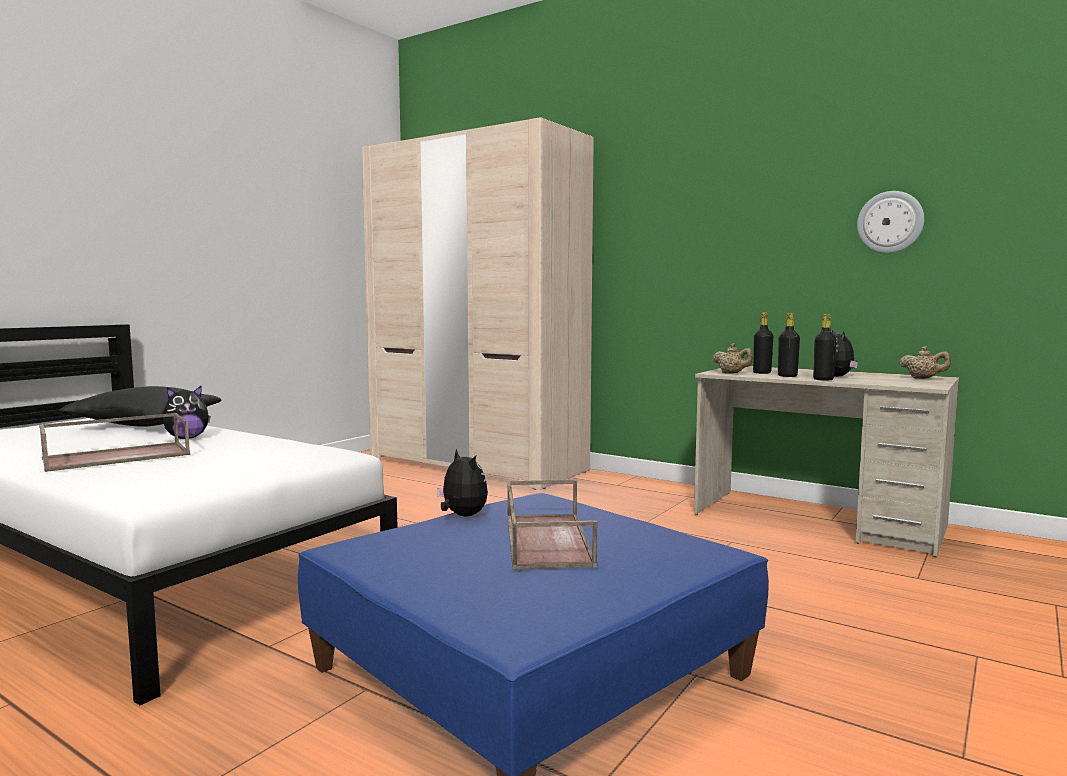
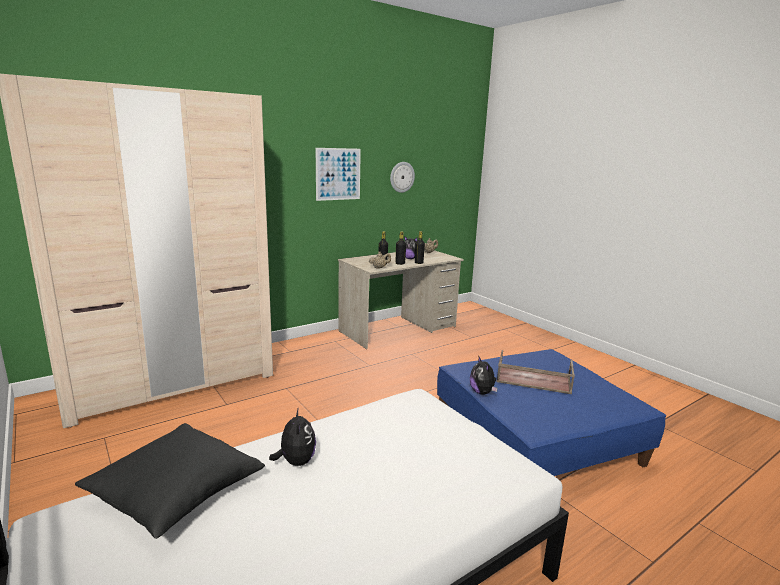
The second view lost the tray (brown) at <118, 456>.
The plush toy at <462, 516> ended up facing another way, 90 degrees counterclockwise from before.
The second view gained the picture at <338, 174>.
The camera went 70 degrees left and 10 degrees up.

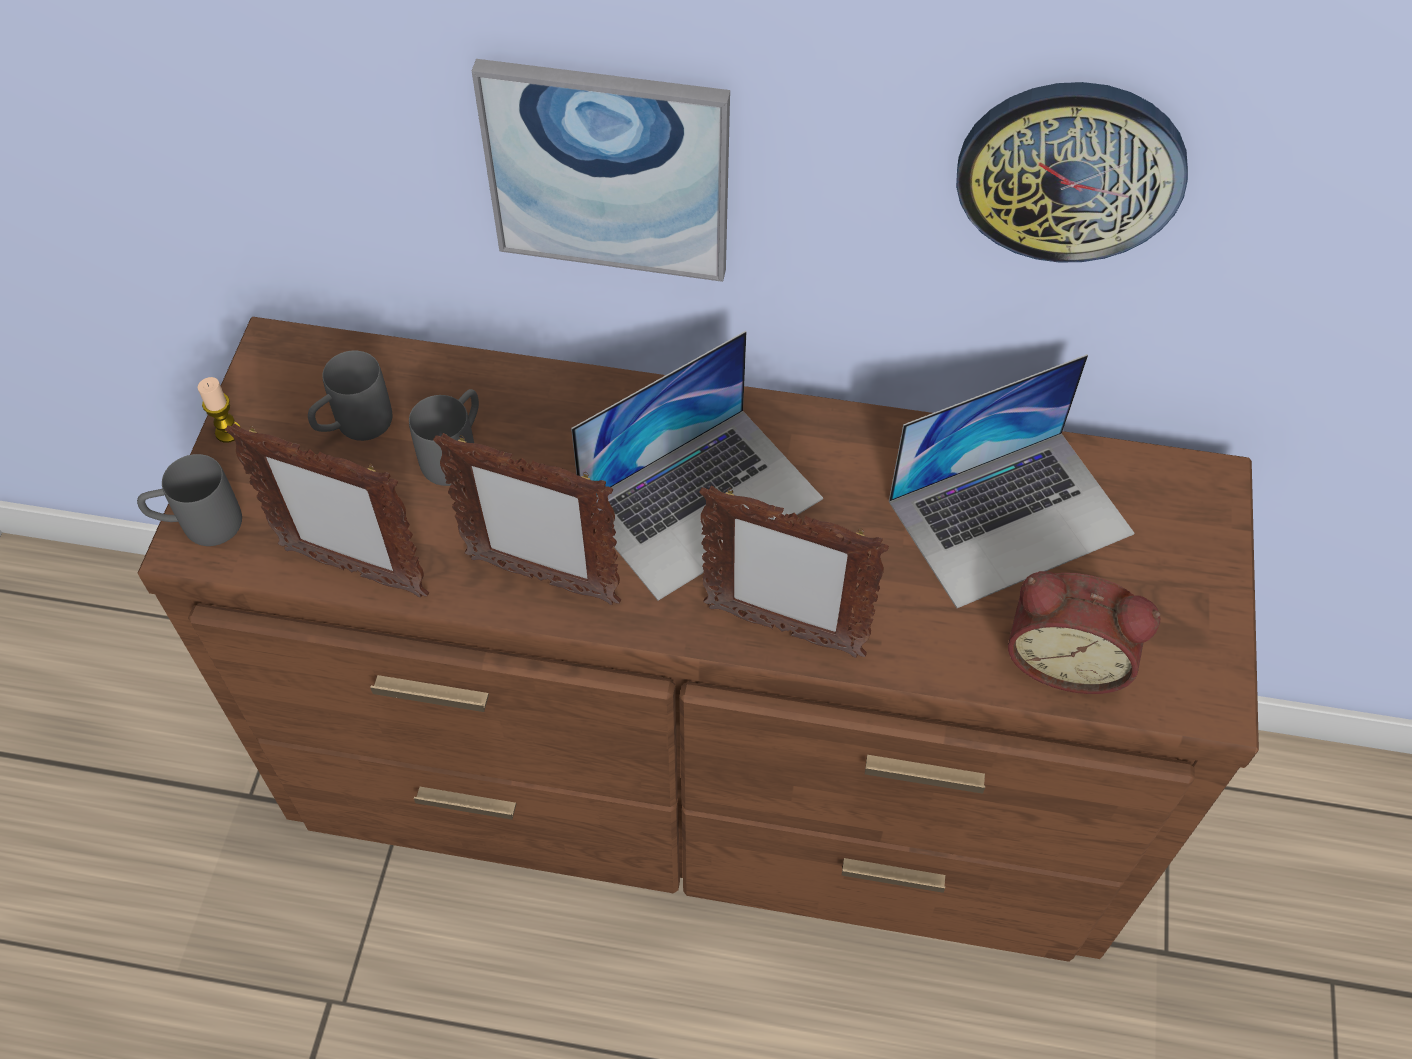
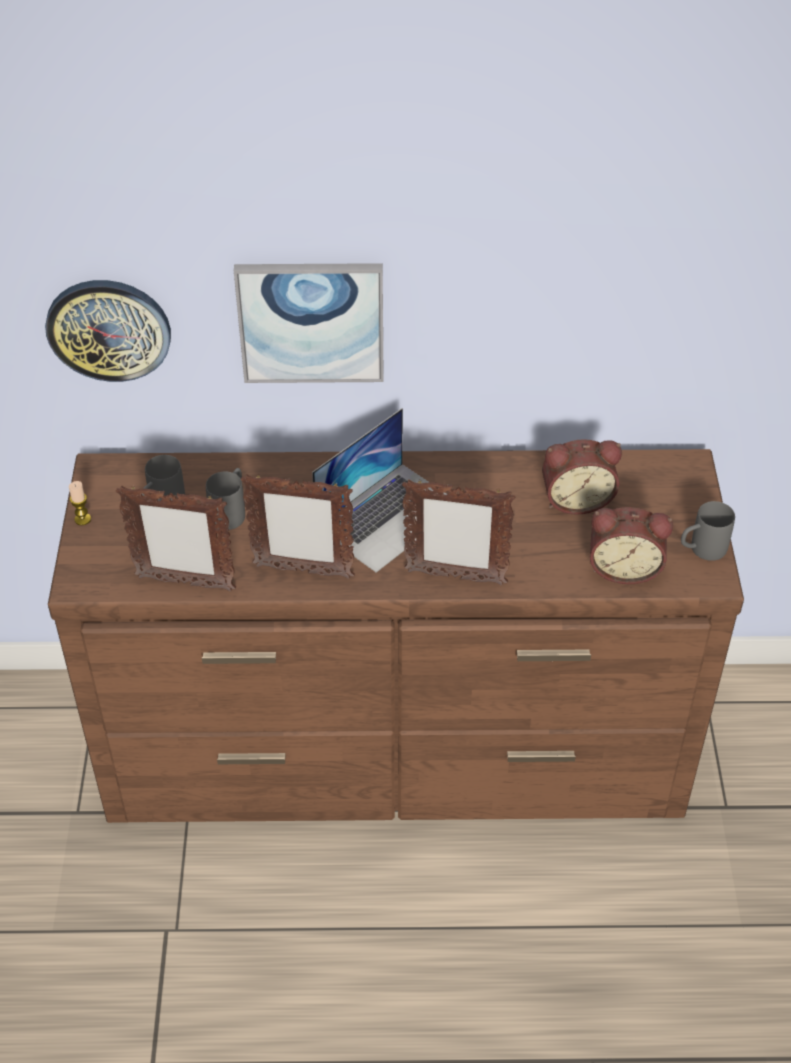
The wall clock ended up elsewhere, having gone from <1070, 171> to <109, 329>.
Where the laptop stood at <1010, 516>, the alarm clock came to stand at <576, 499>.
The mug (grey) ended up elsewhere, having gone from <198, 525> to <701, 550>.
The camera went 10 degrees left and 10 degrees down.

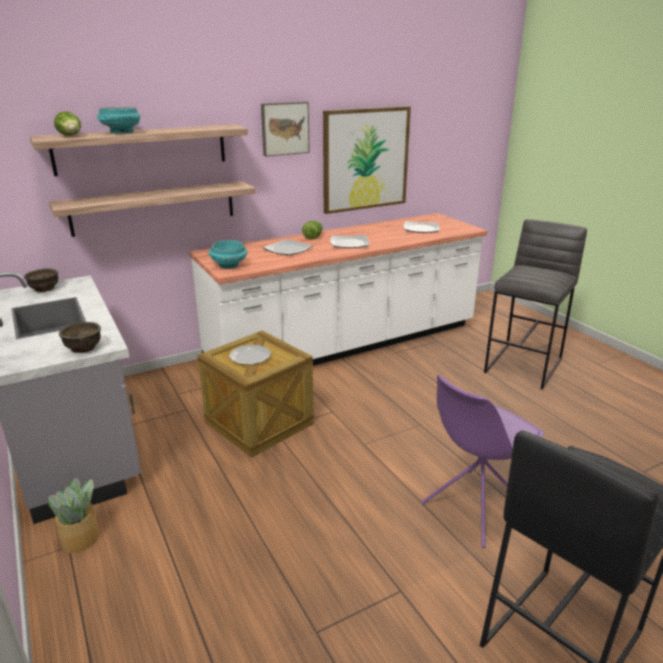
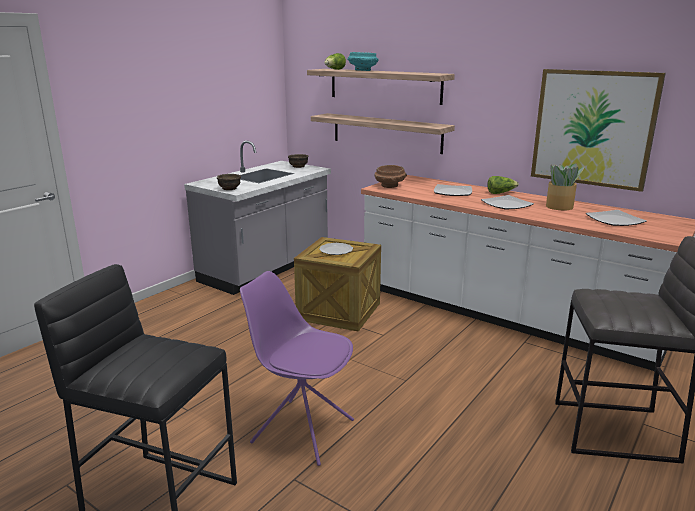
The second view lost the picture at <284, 128>.
What was the bowl (turquoise) at <229, 265> turned into the bowl (brown) at <390, 186>.
The potted plant ended up elsewhere, having gone from <81, 538> to <560, 207>.
The camera went 65 degrees right and 5 degrees down.

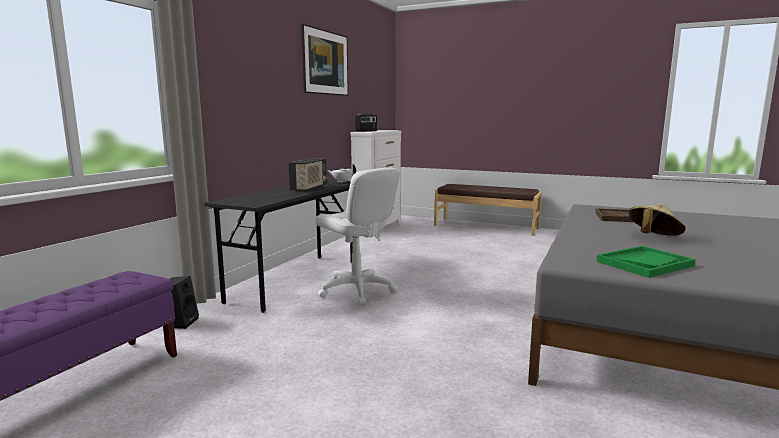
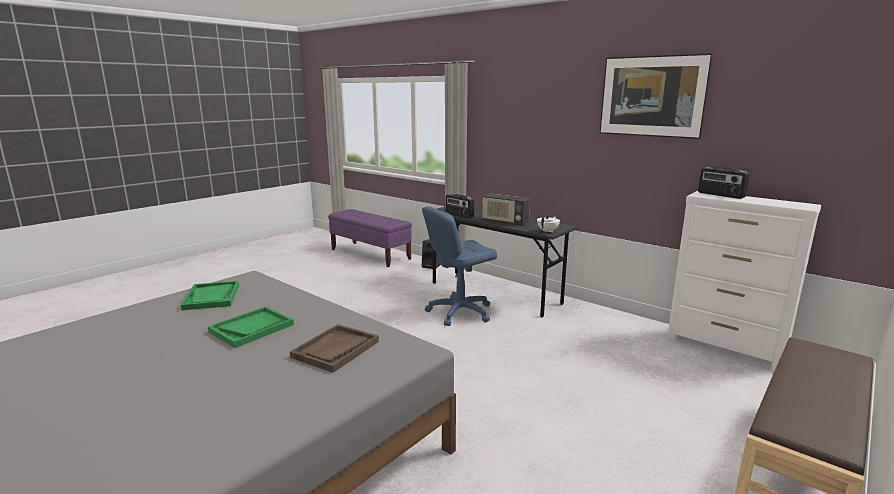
What was the office chair (white) at <356, 290> turned into the office chair (blue) at <459, 312>.
Where the hat (beige) stood at <653, 237>, the tray (green) came to stand at <251, 328>.
The second view gained the radio at <459, 215>.
The camera went 105 degrees right and 5 degrees up.

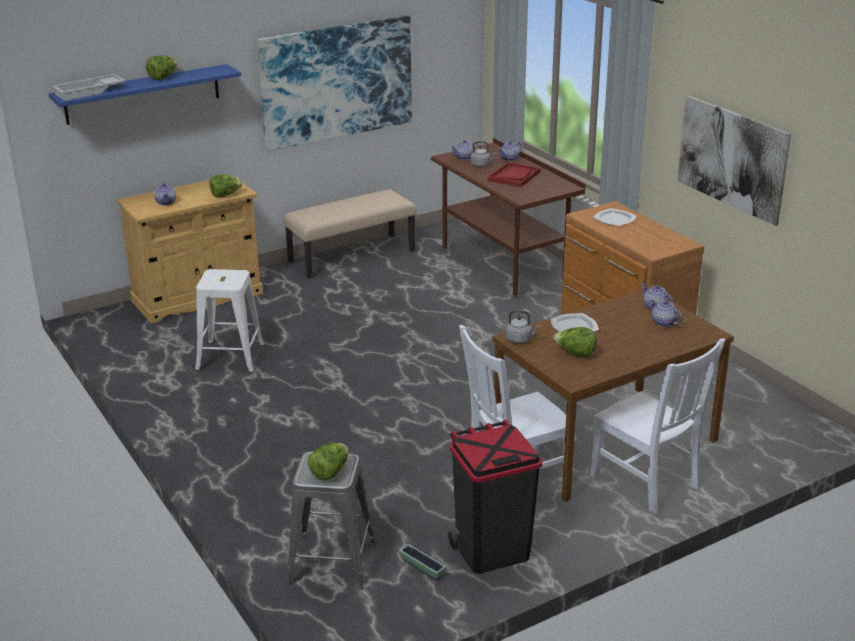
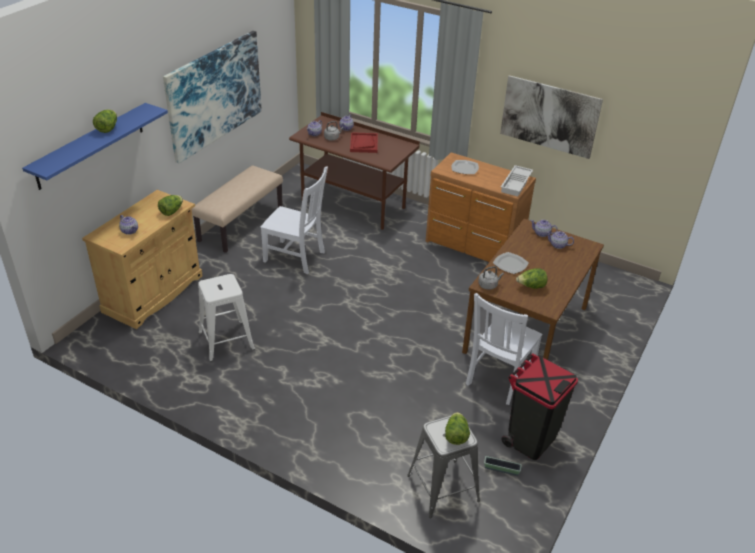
The tray (white) ended up elsewhere, having gone from <89, 92> to <516, 184>.
The chair (white) ended up elsewhere, having gone from <647, 483> to <296, 257>.
The camera went 30 degrees left and 10 degrees up.

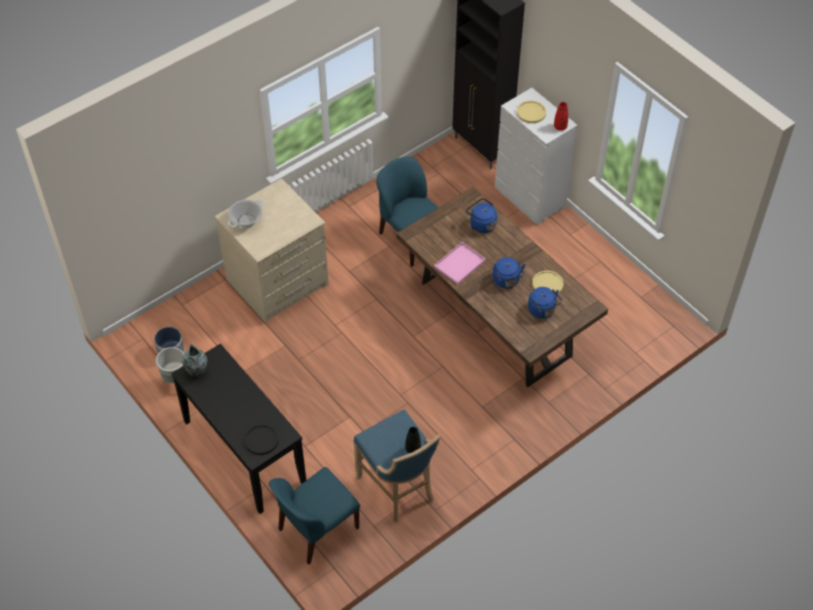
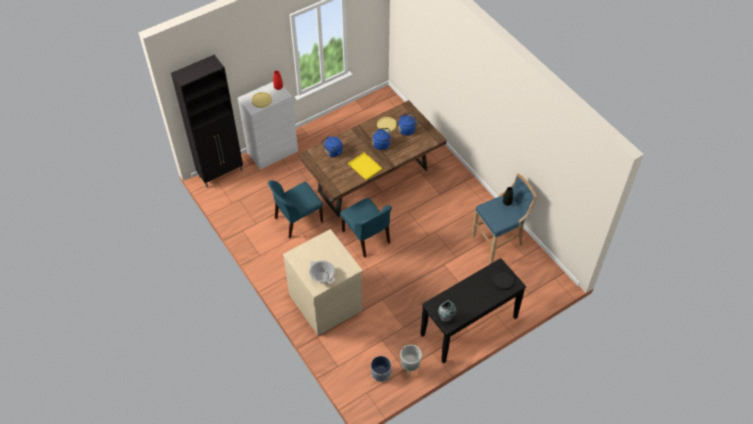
What was the tray (pink) at <460, 263> turned into the tray (yellow) at <364, 166>.
The chair (blue) ended up elsewhere, having gone from <317, 529> to <366, 237>.
The camera went 85 degrees left and 0 degrees up.

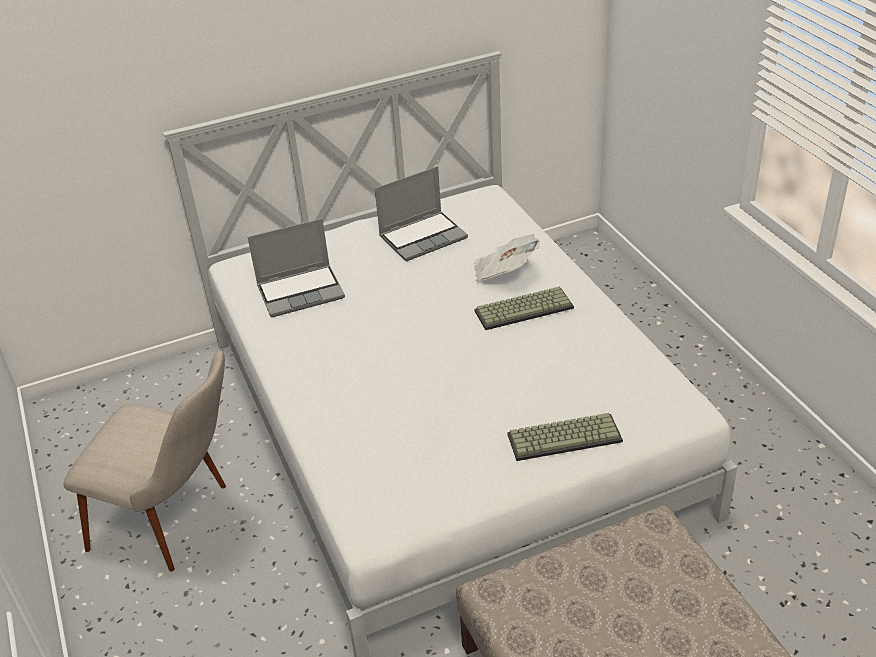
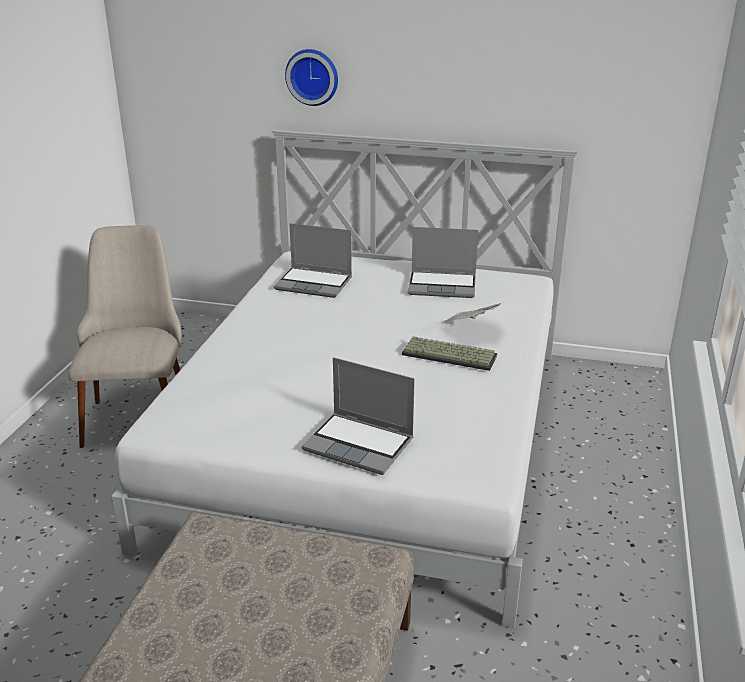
The chair (beige) at <179, 522> ended up facing another way, 150 degrees counterclockwise from before.
Where the keyboard stood at <565, 436>, the laptop came to stand at <360, 444>.
The second view gained the wall clock at <313, 76>.
The camera went 35 degrees right and 10 degrees down.

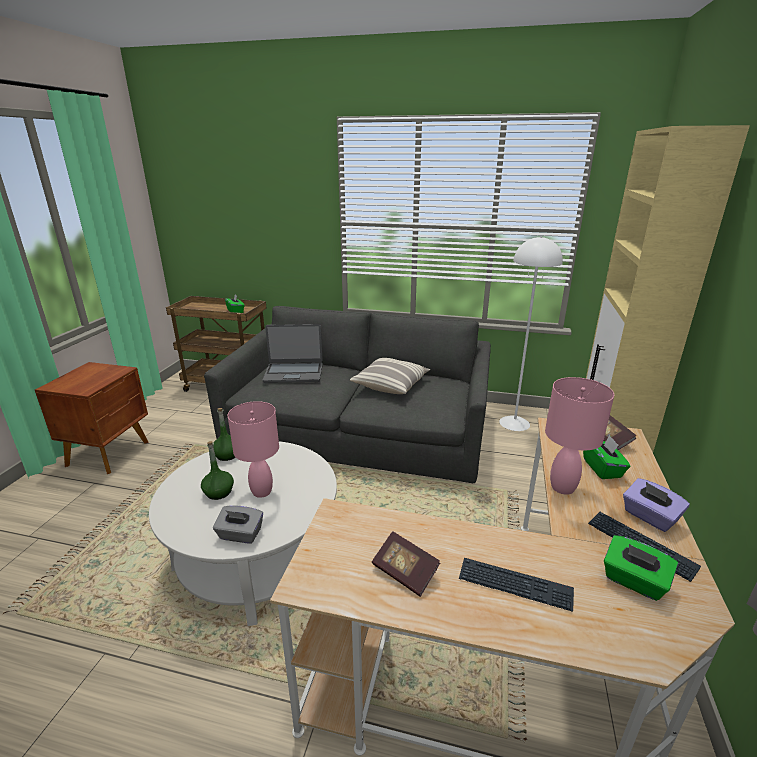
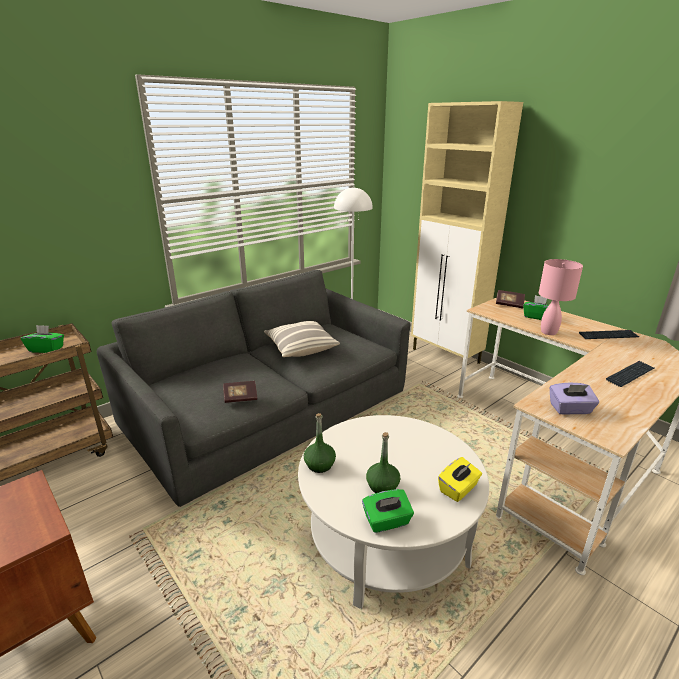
The second view lost the laptop at <294, 373>.
The second view lost the table lamp (pink) at <262, 492>.
The tissue box (purple) ended up elsewhere, having gone from <649, 517> to <570, 409>.
What was the tissue box (grey) at <240, 535> turned into the tissue box (yellow) at <458, 489>.
The book ended up elsewhere, having gone from <405, 572> to <240, 398>.
The tissue box (green) ended up elsewhere, having gone from <633, 581> to <387, 521>.
The camera went 55 degrees left and 0 degrees up.

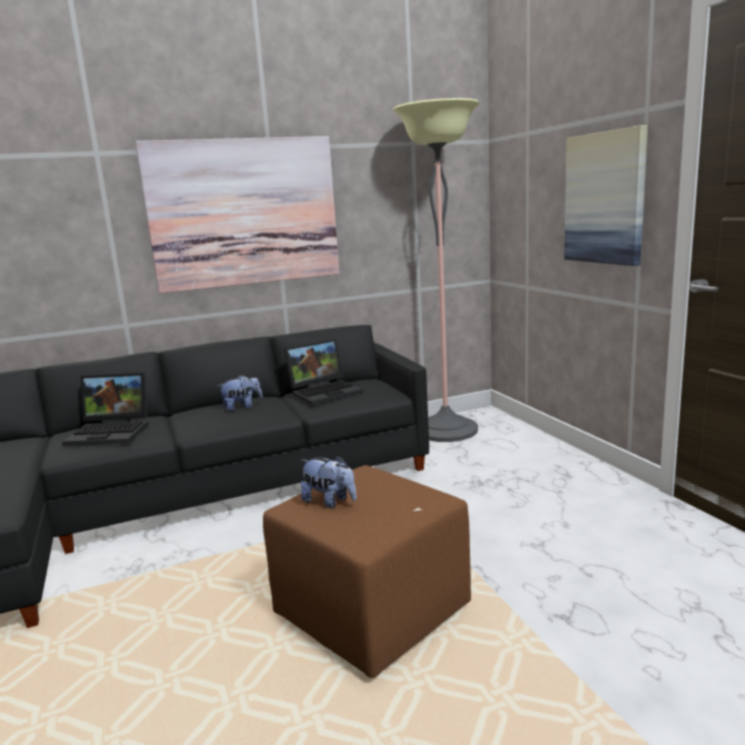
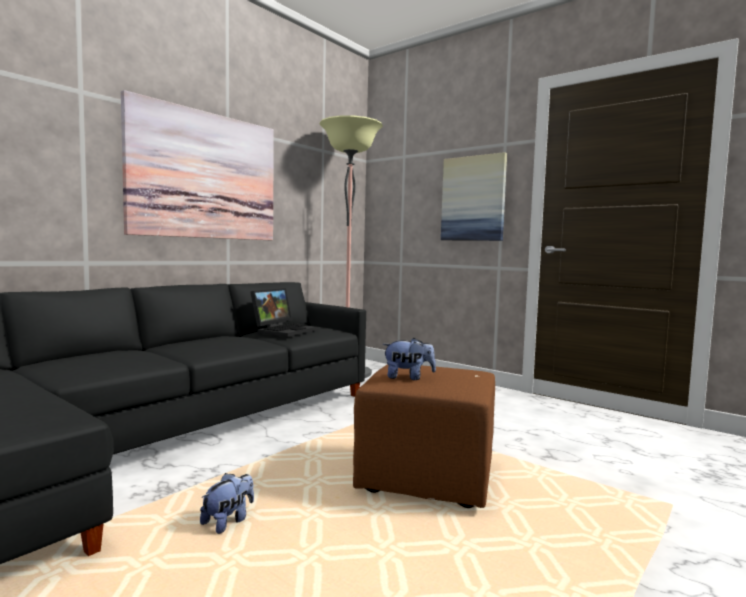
The second view lost the laptop at <112, 432>.
The plush toy ended up elsewhere, having gone from <242, 407> to <228, 521>.
The camera went 30 degrees left and 10 degrees down.

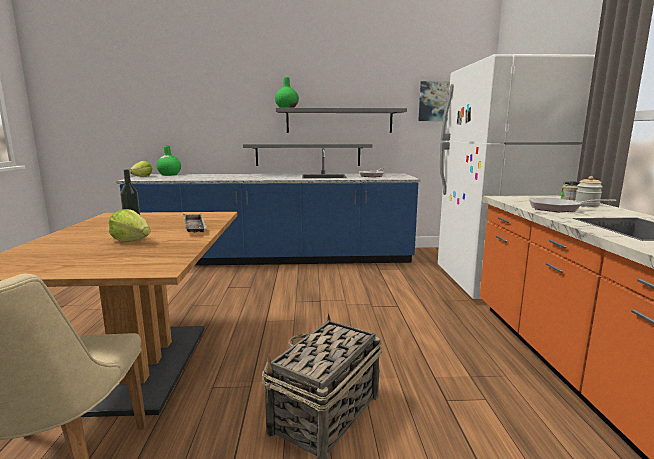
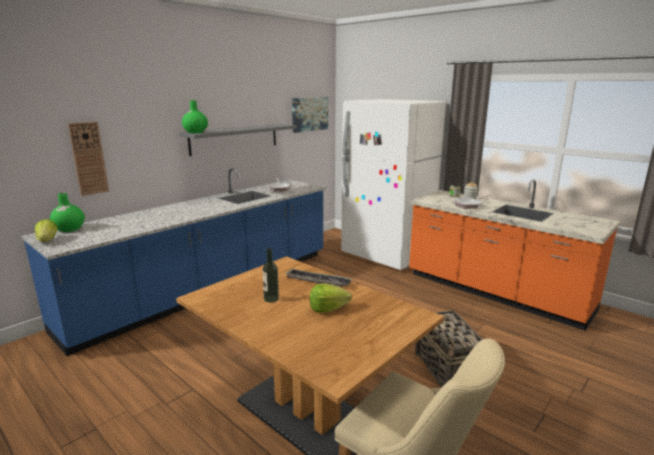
The second view lost the shelf (grey) at <308, 154>.
The second view gained the wall clock at <88, 158>.
The camera went 45 degrees left and 5 degrees up.

